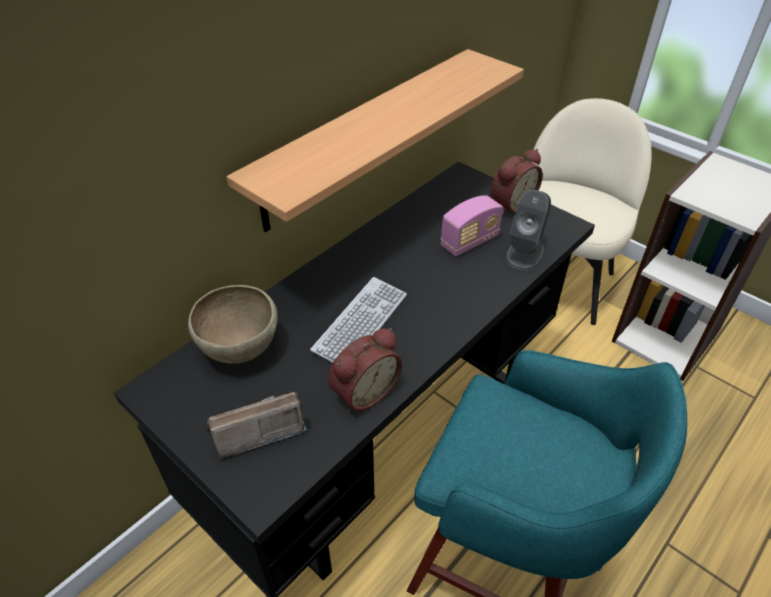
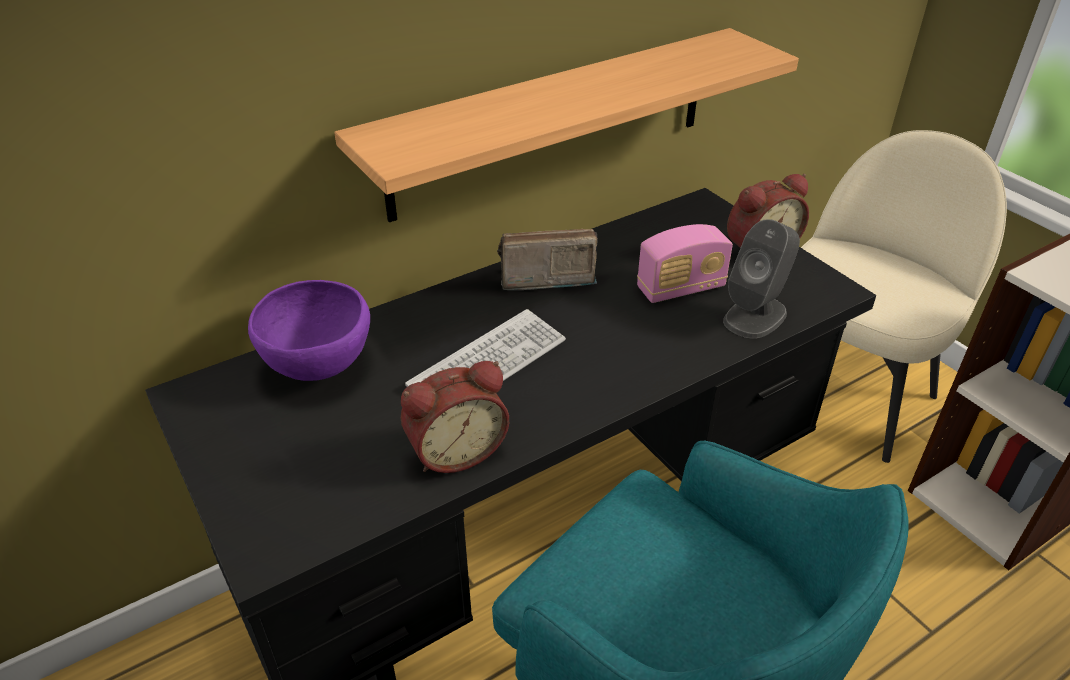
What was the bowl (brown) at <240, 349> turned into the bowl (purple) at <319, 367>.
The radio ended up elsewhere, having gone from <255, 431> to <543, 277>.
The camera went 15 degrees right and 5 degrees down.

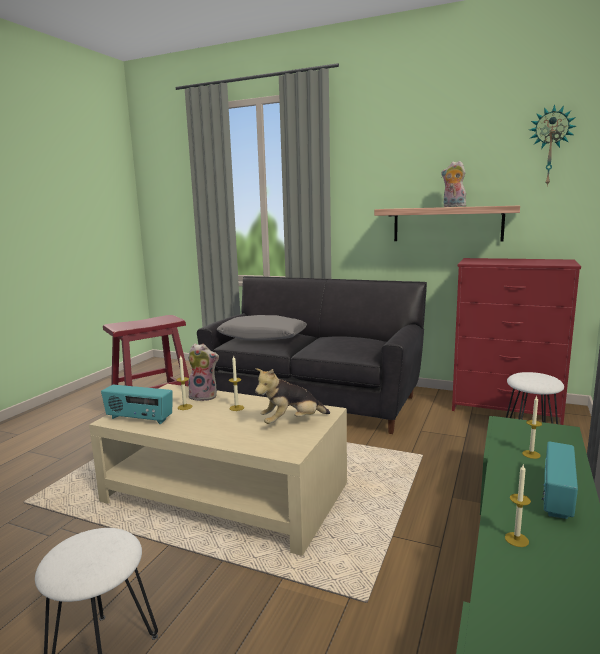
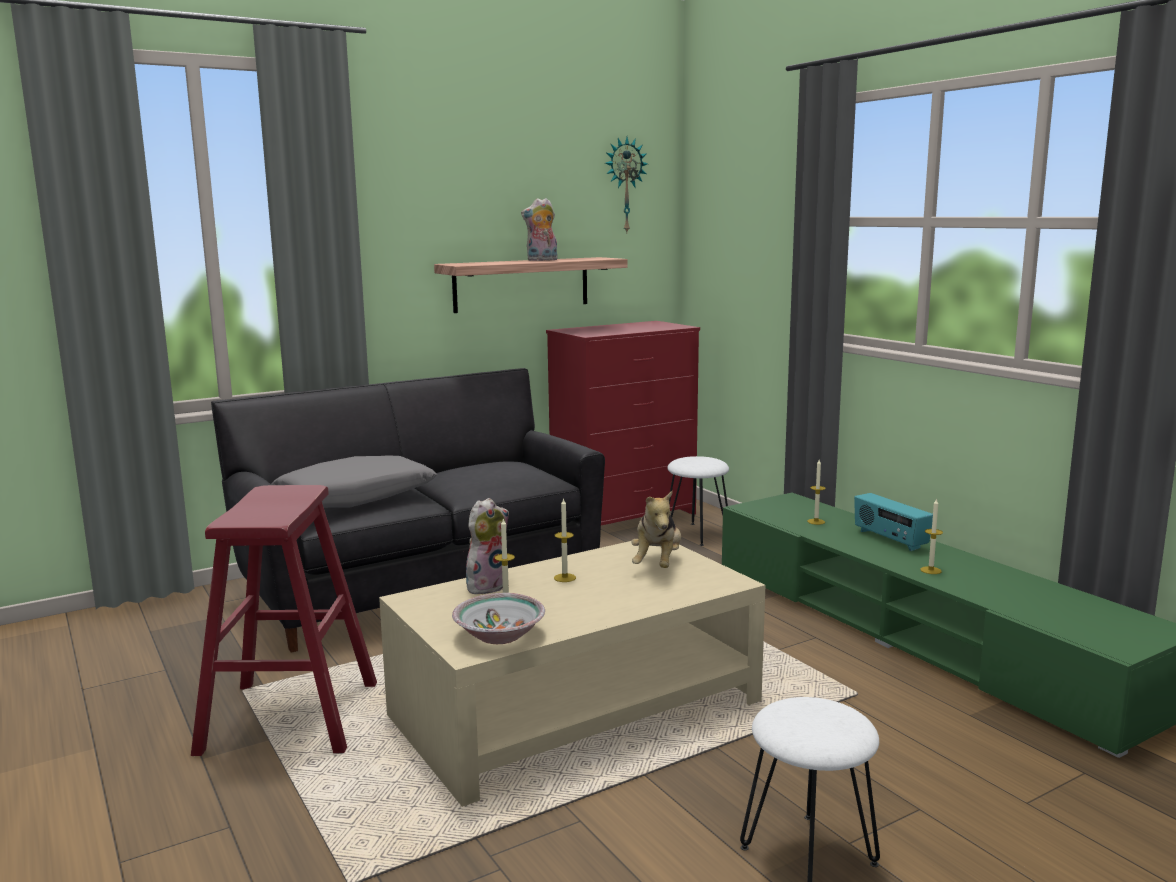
Where the radio stood at <139, 419>, the bowl came to stand at <499, 635>.
The camera went 55 degrees left and 0 degrees up.

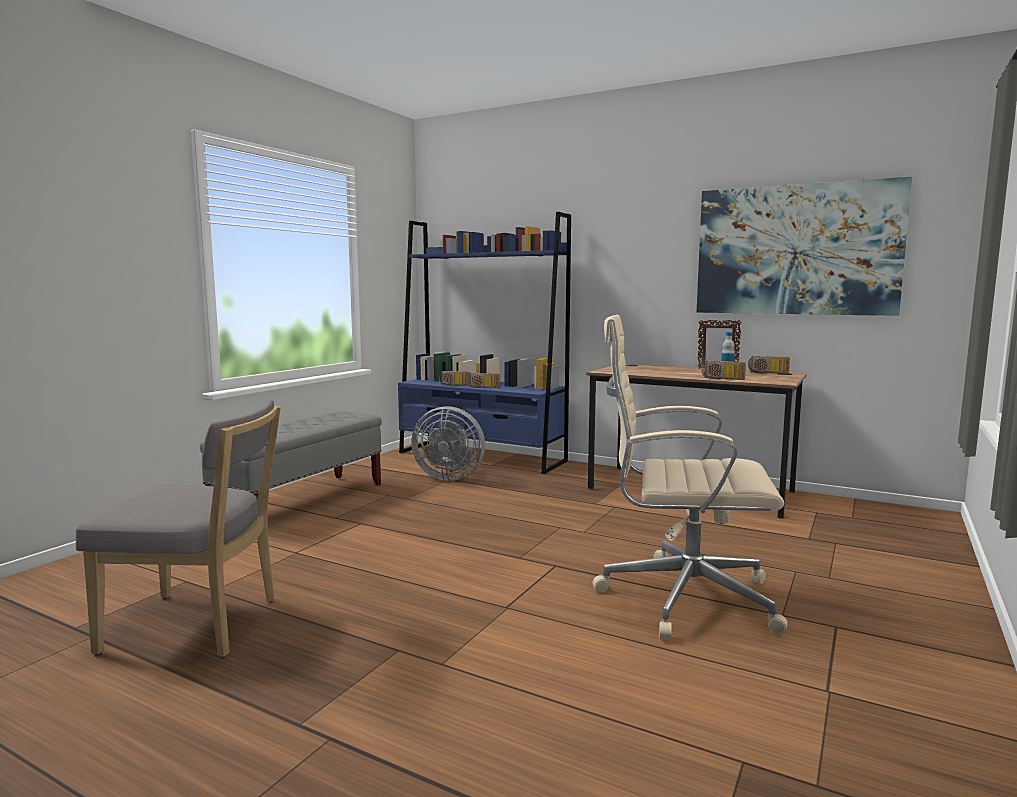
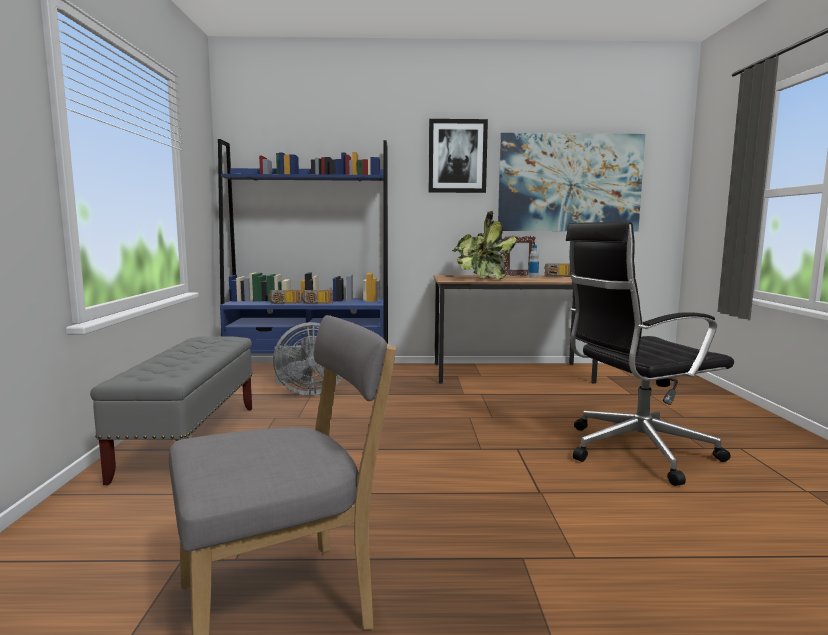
What was the office chair (beige) at <682, 597> turned into the office chair (black) at <634, 451>.
The second view lost the radio at <722, 379>.
The second view gained the picture at <457, 156>.
The second view gained the potted plant at <478, 278>.
The camera went 30 degrees left and 0 degrees up.

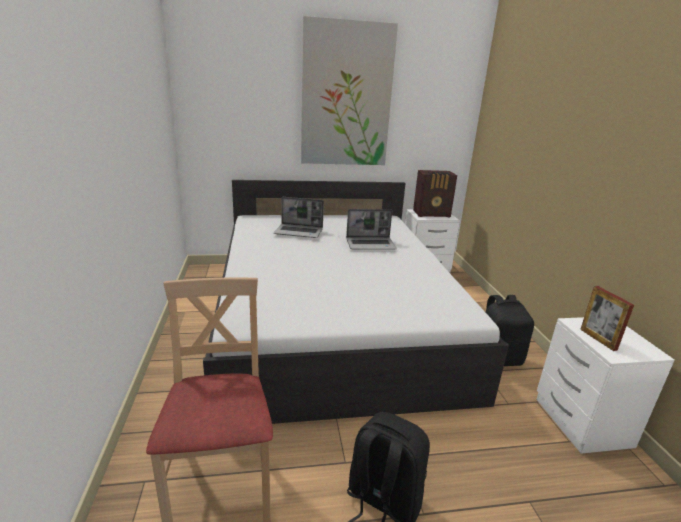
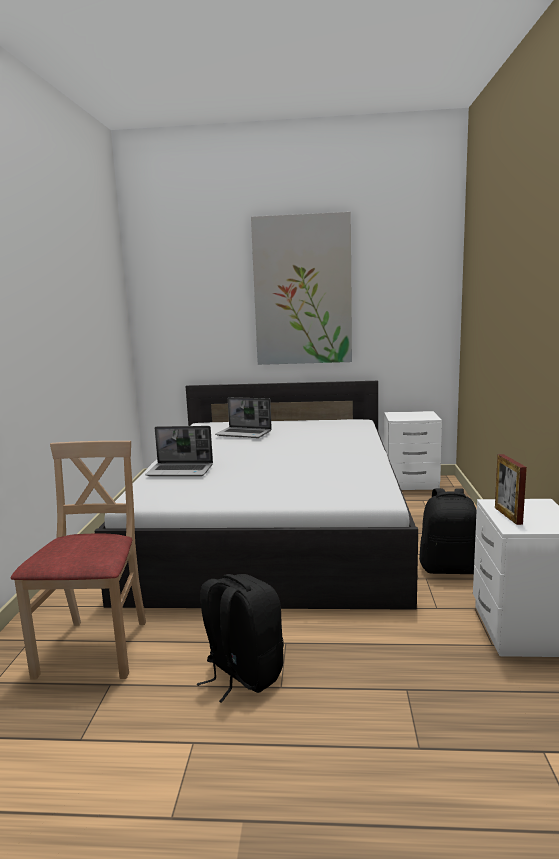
The second view lost the radio at <432, 214>.
The laptop ended up elsewhere, having gone from <371, 244> to <181, 471>.
The camera went 15 degrees right and 10 degrees down.

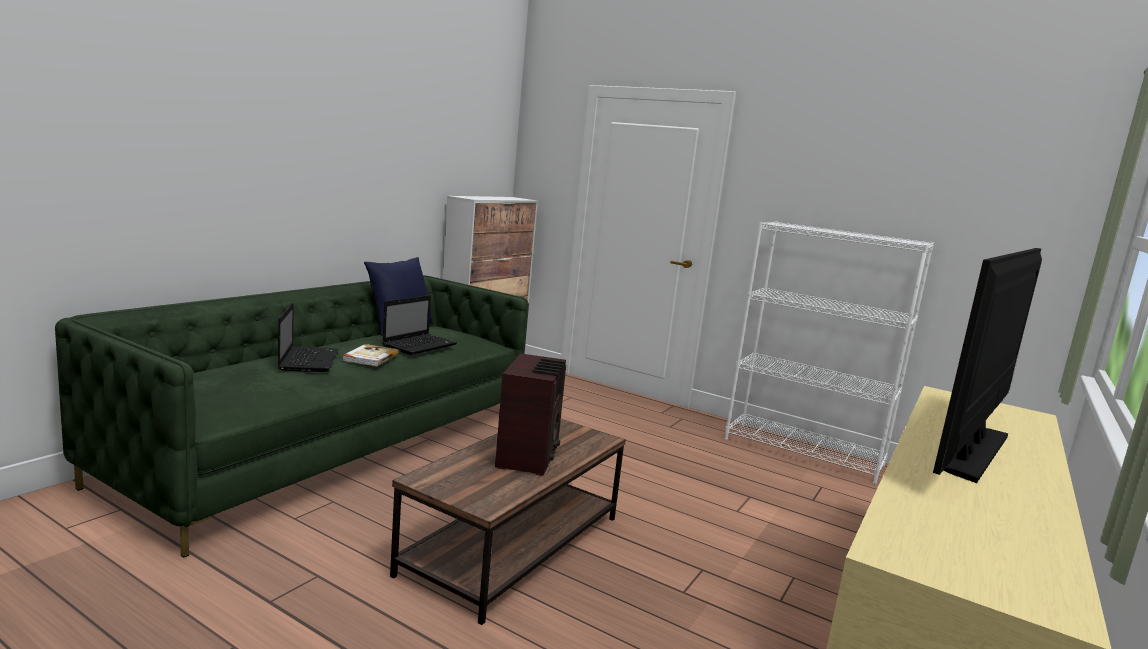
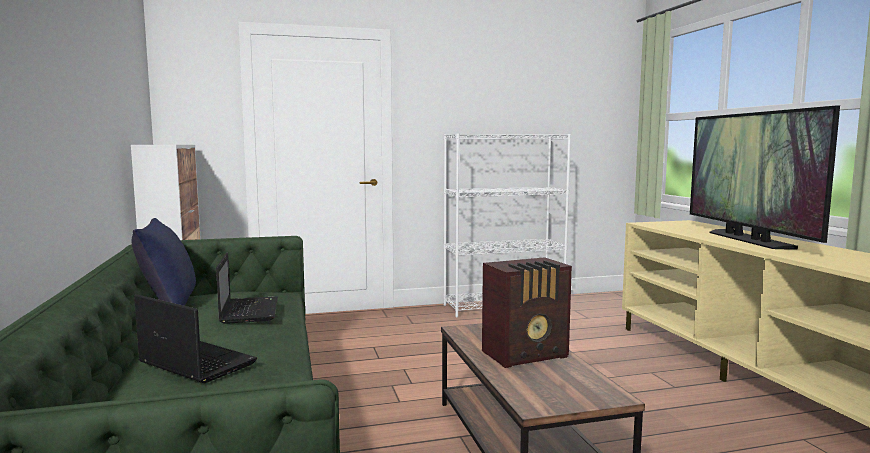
The second view lost the book at <370, 357>.
The radio at <529, 456> ended up facing another way, 105 degrees clockwise from before.
The camera went 45 degrees left and 5 degrees down.

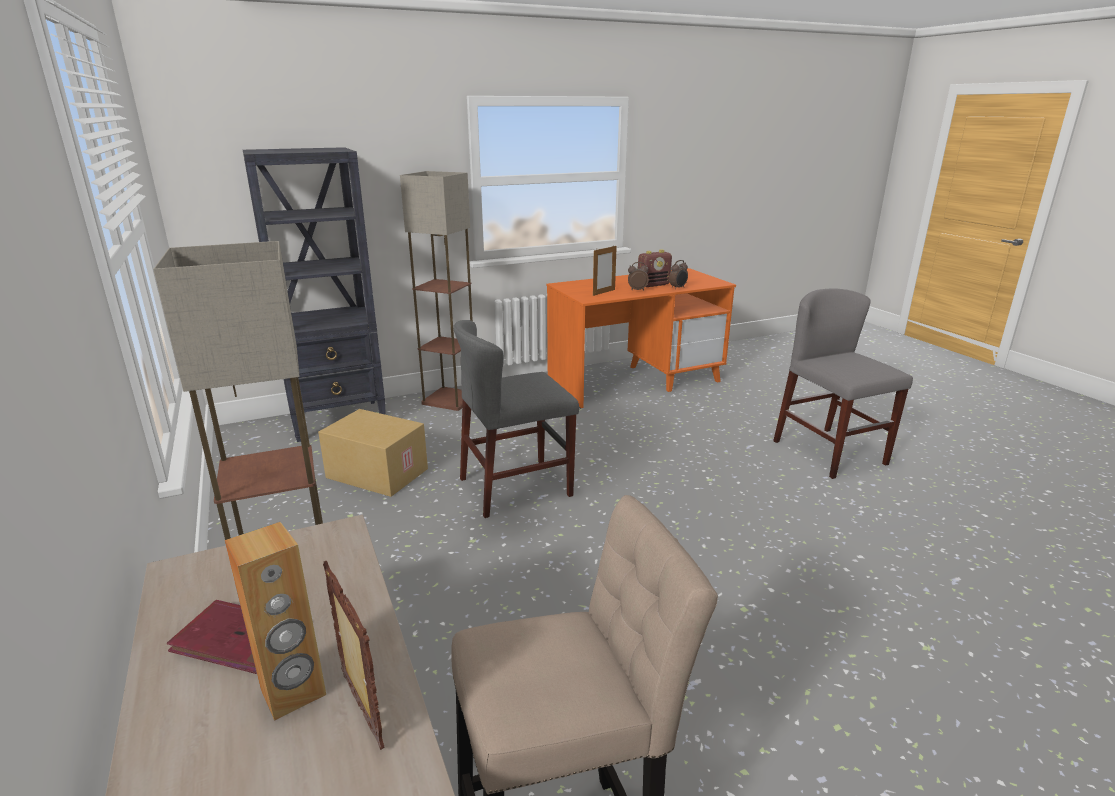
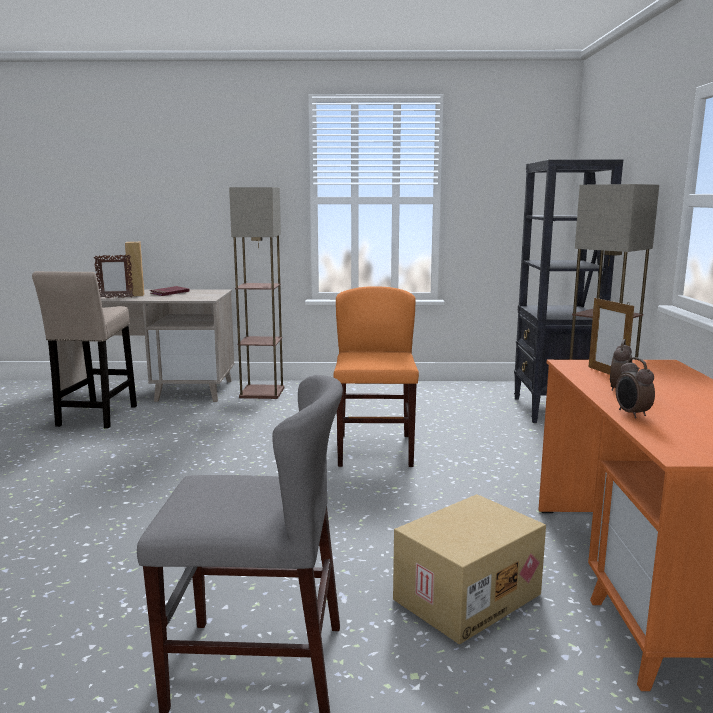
The second view lost the radio at <653, 285>.
What was the chair (grey) at <515, 487> turned into the chair (orange) at <375, 450>.
The cardboard box ended up elsewhere, having gone from <375, 474> to <466, 595>.
The camera went 115 degrees right and 10 degrees down.

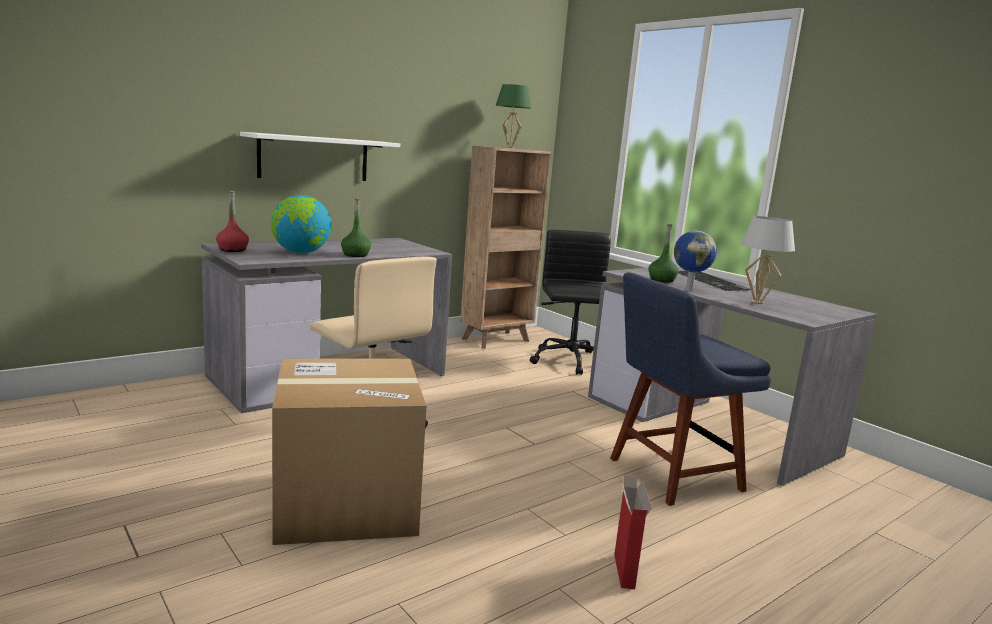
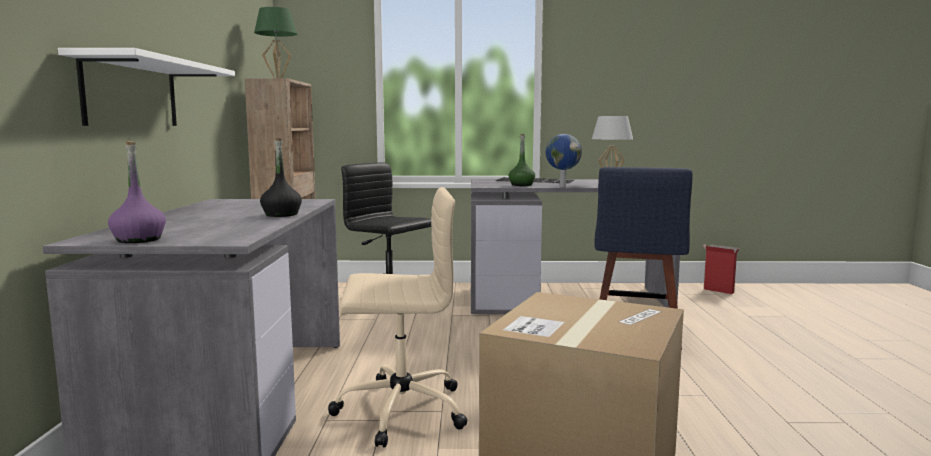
What was the bottle (red) at <233, 250> turned into the bottle (purple) at <139, 240>.
The second view lost the globe at <300, 253>.
What was the bottle (green) at <355, 255> turned into the bottle (black) at <281, 214>.
The cardboard box ended up elsewhere, having gone from <623, 570> to <718, 291>.
The camera went 50 degrees left and 5 degrees down.

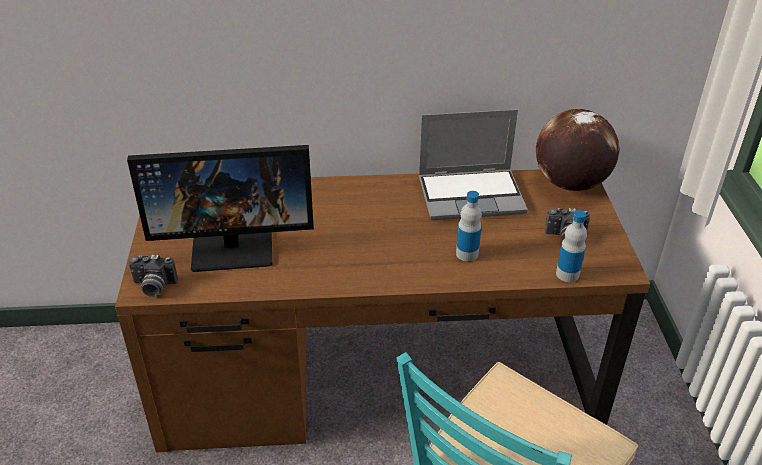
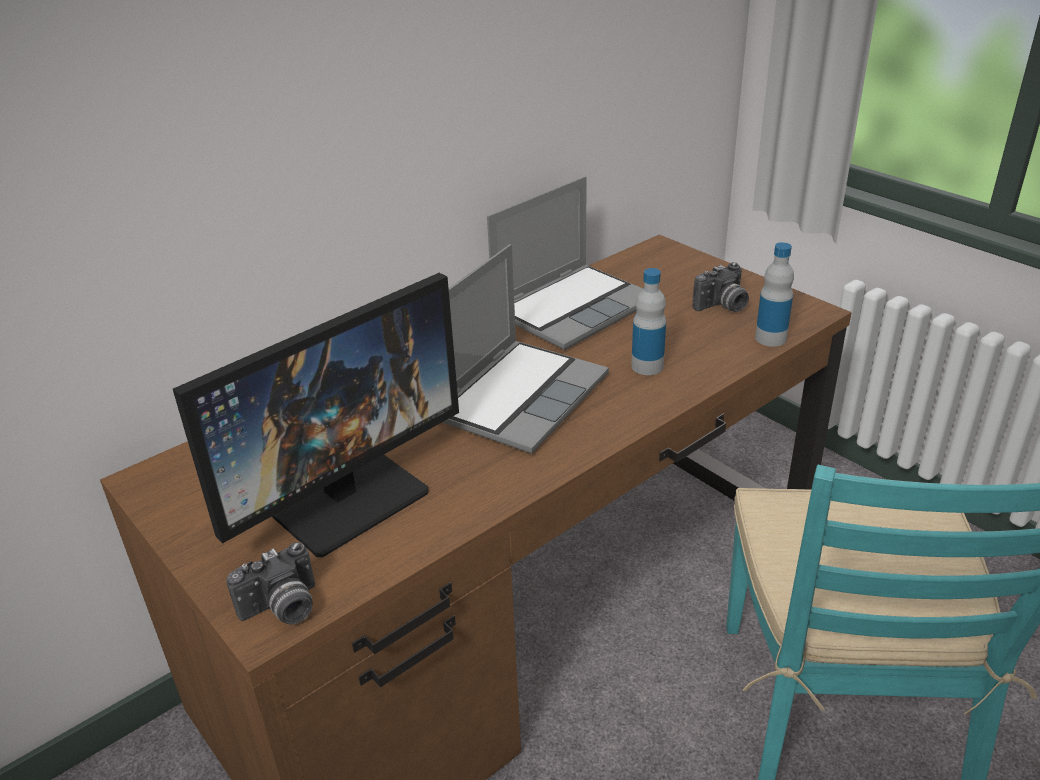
The second view lost the globe at <570, 183>.
The second view gained the laptop at <519, 396>.
The camera went 35 degrees left and 5 degrees down.

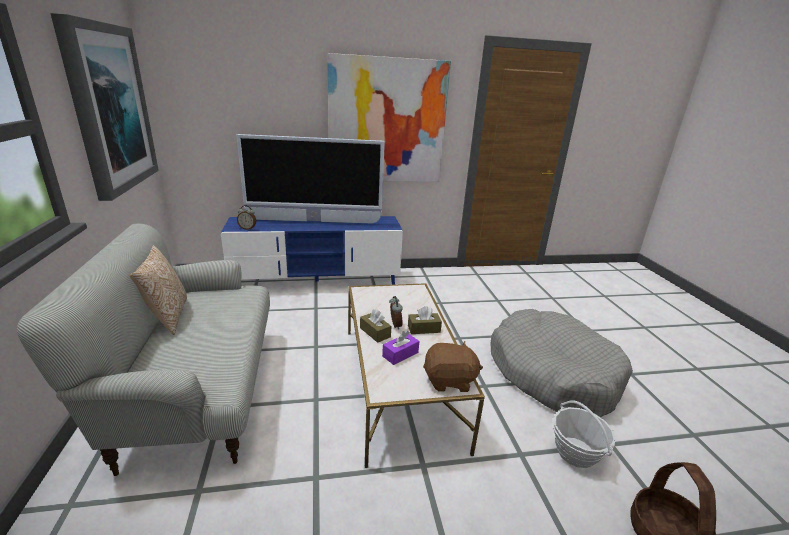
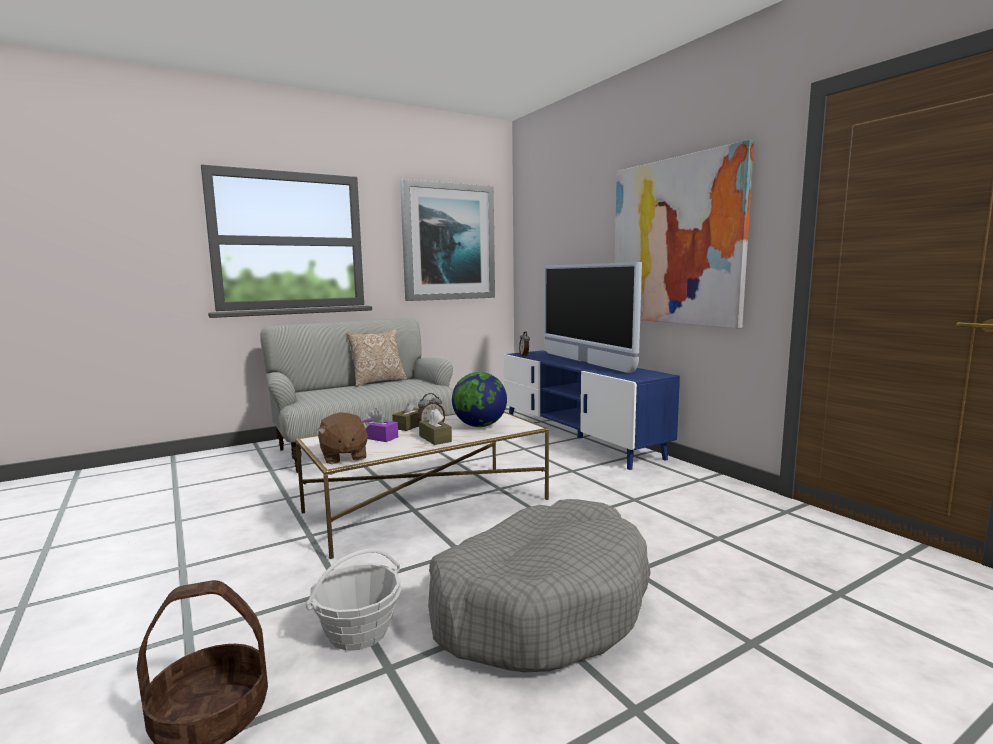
The second view gained the globe at <479, 426>.
The camera went 70 degrees right and 15 degrees down.

